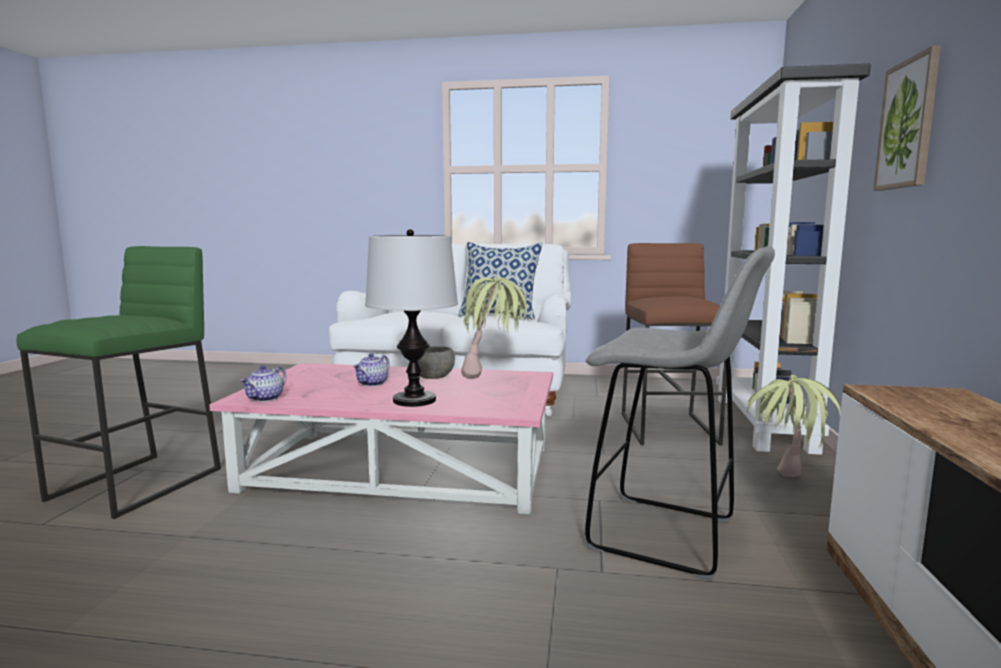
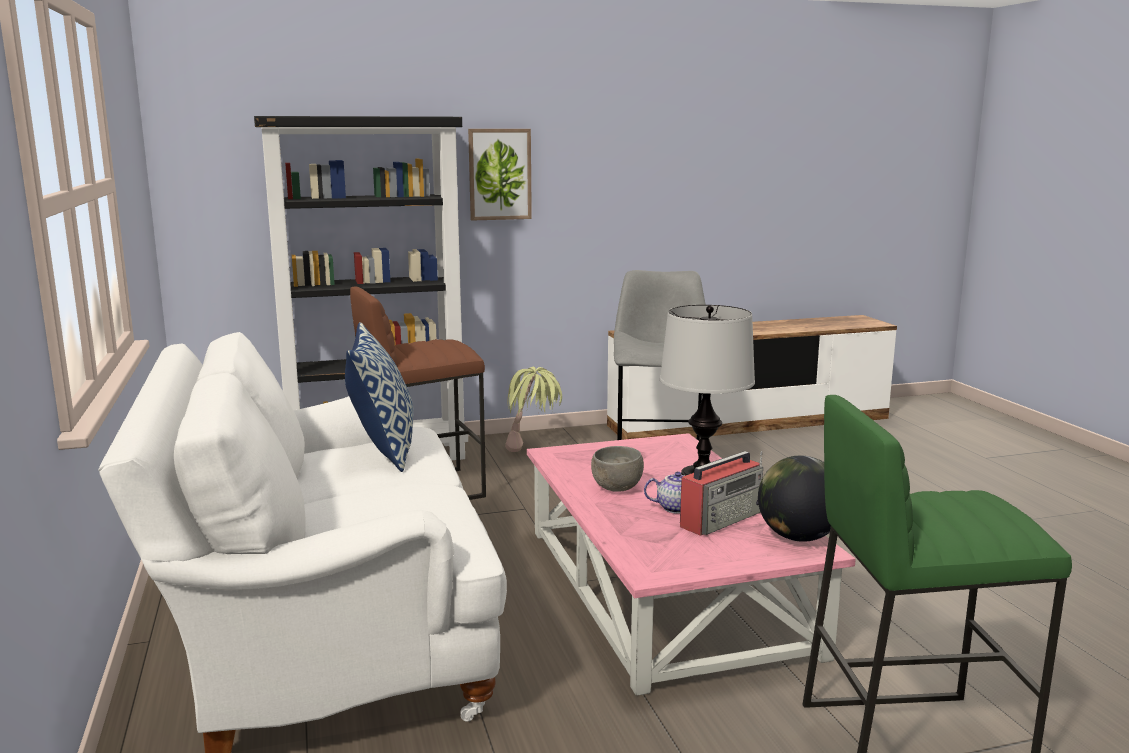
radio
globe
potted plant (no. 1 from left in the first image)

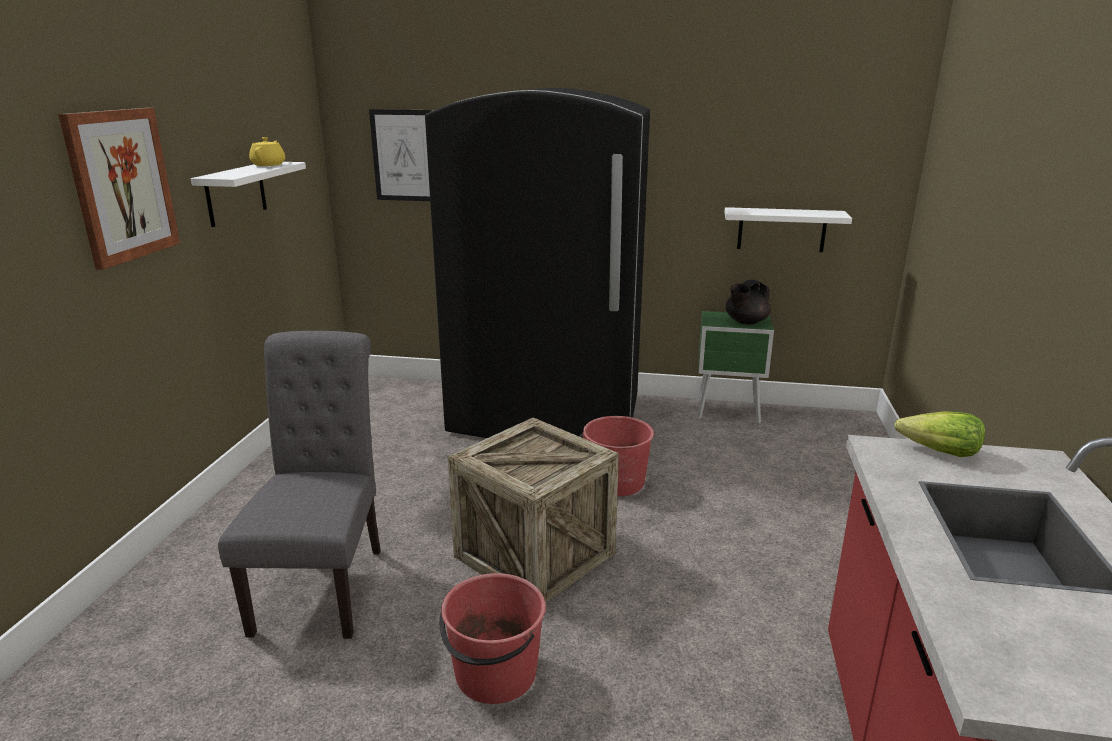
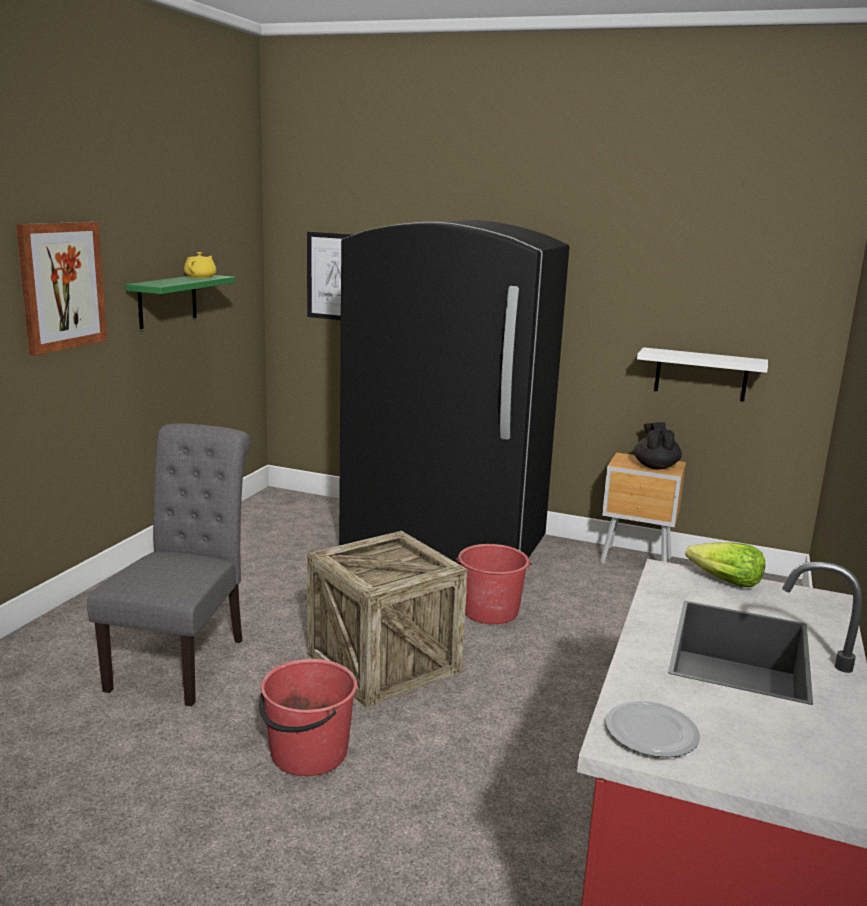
green shelf
brown nightstand
plate
black teapot

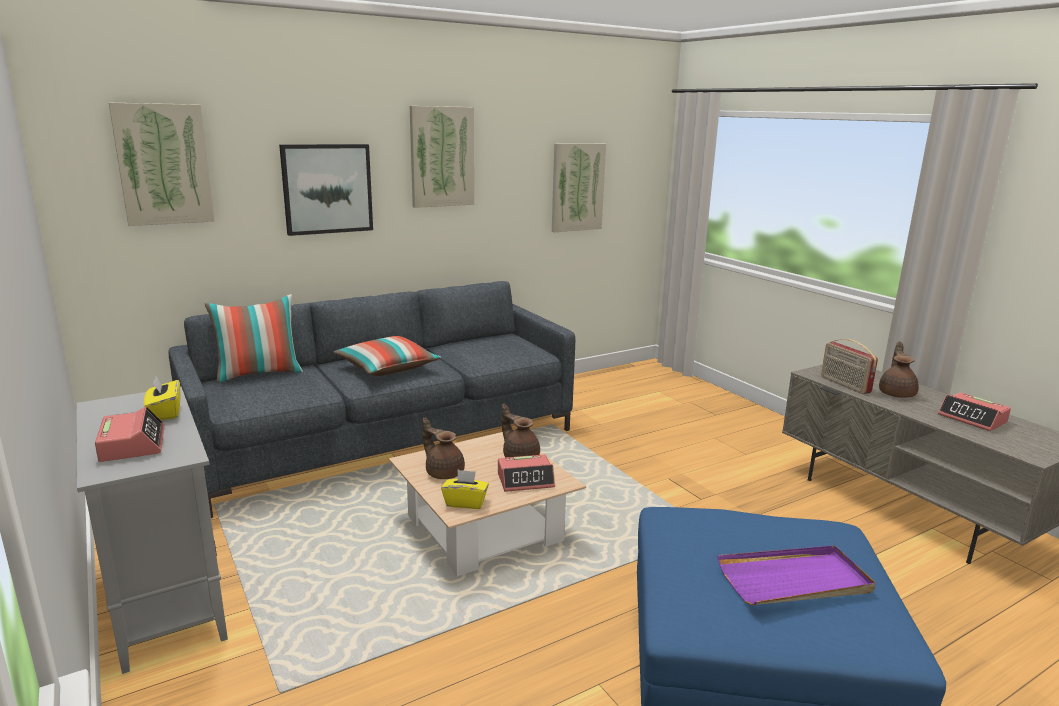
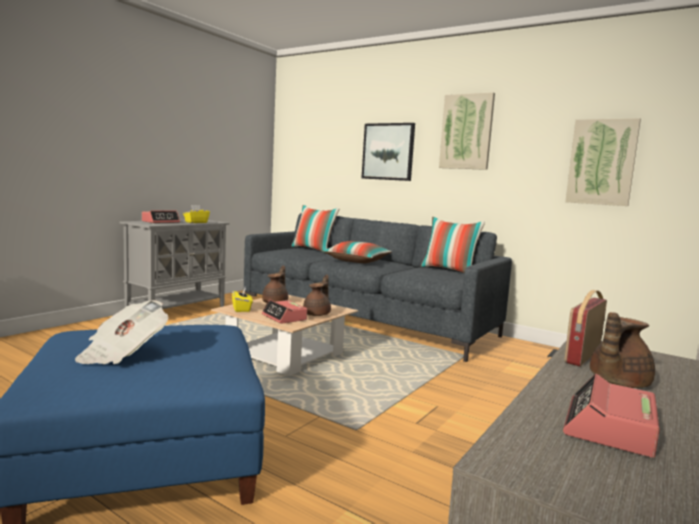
newspaper
pillow (no. 3 from left)
brown teapot (no. 3 from left)
picture (no. 1 from left in the first image)

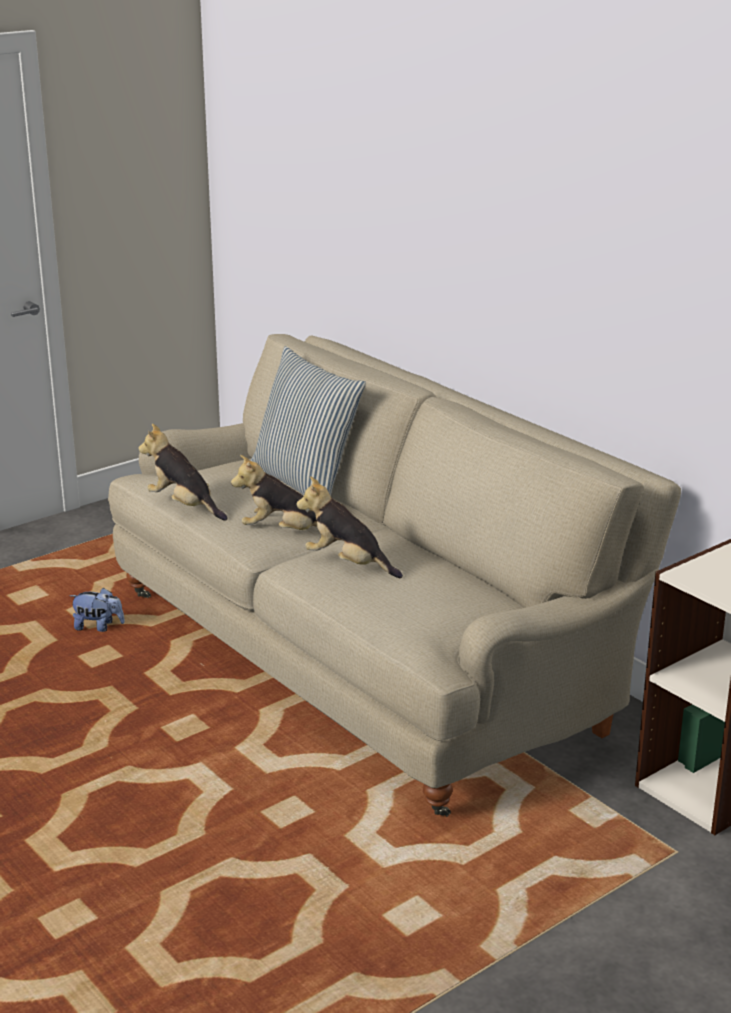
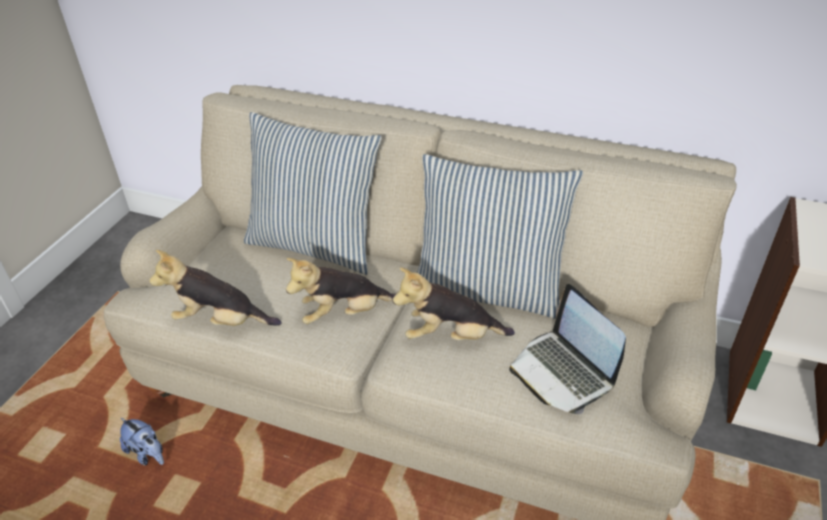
plush toy (no. 1 from left)
pillow (no. 2 from left)
laptop

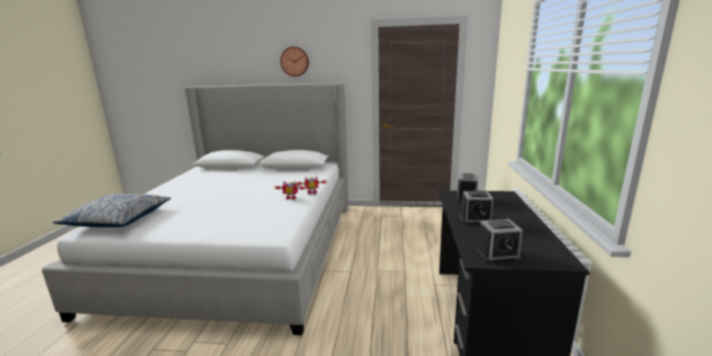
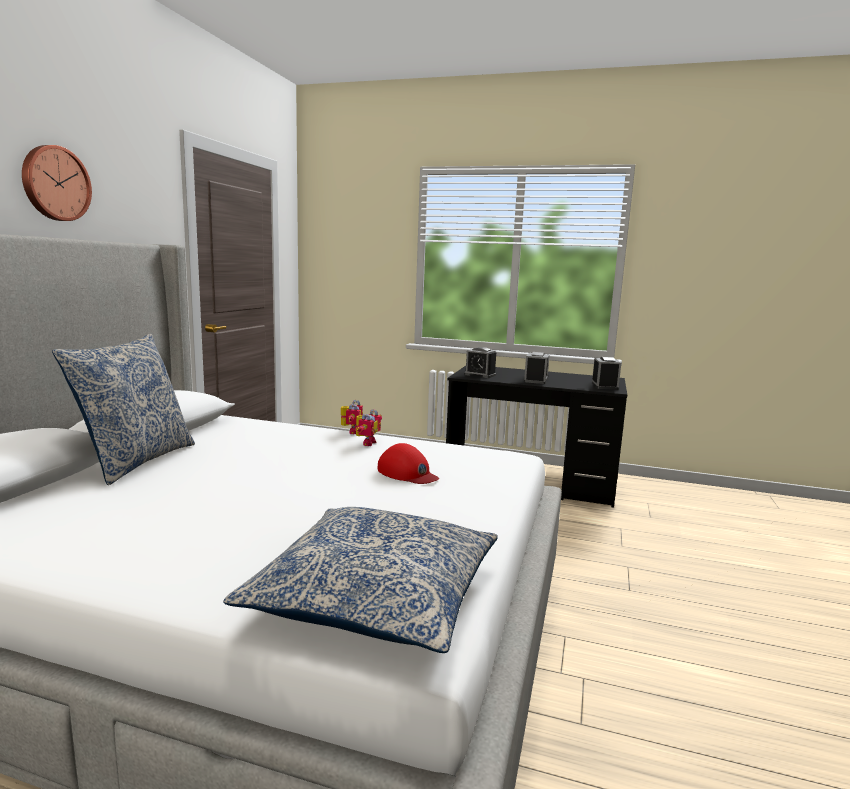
pillow (no. 1 from left)
red cap

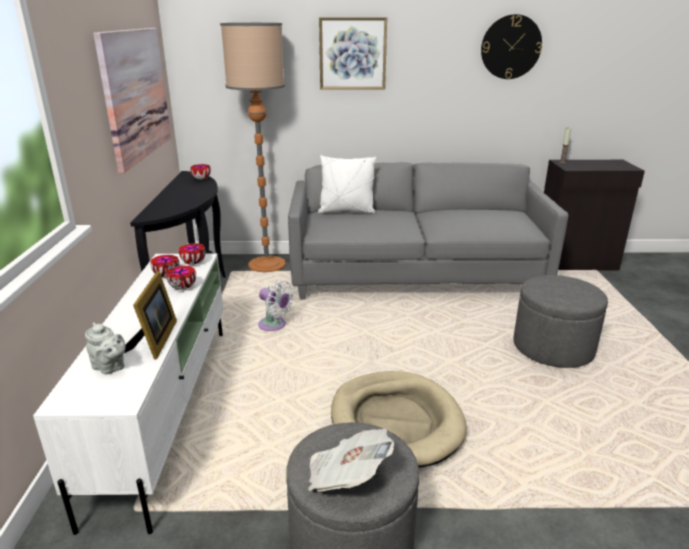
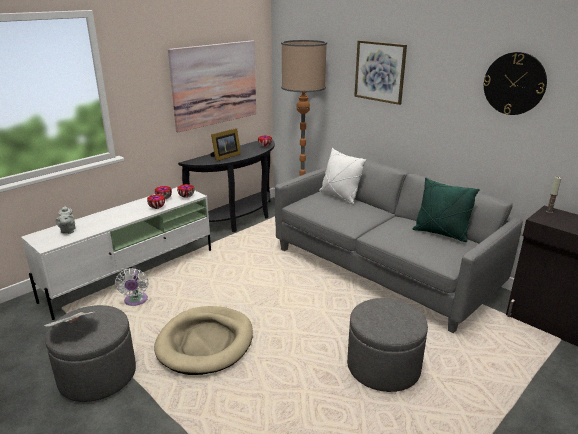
white fan
picture frame
green pillow

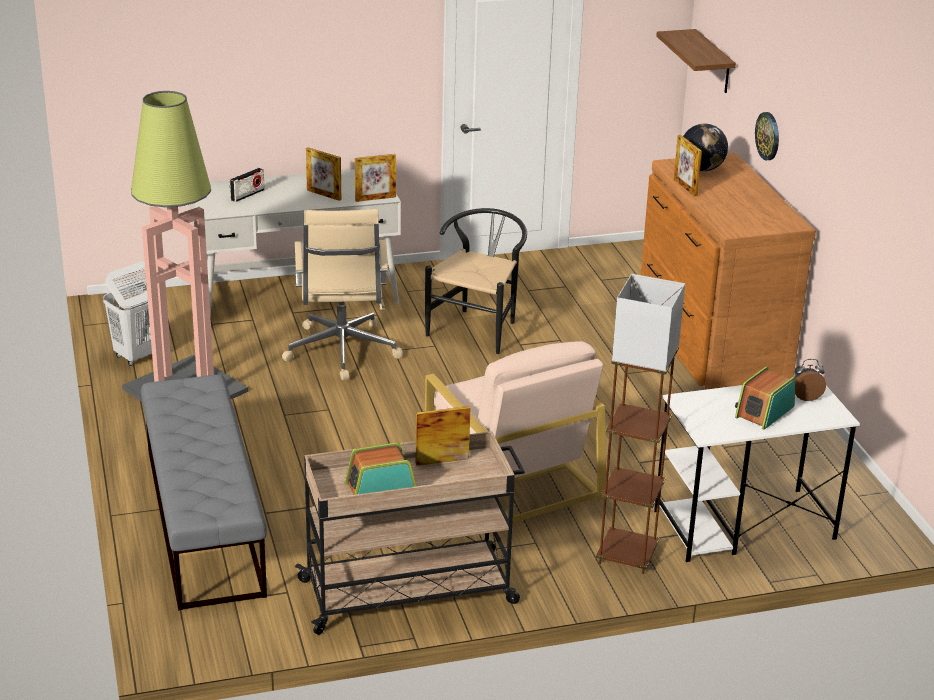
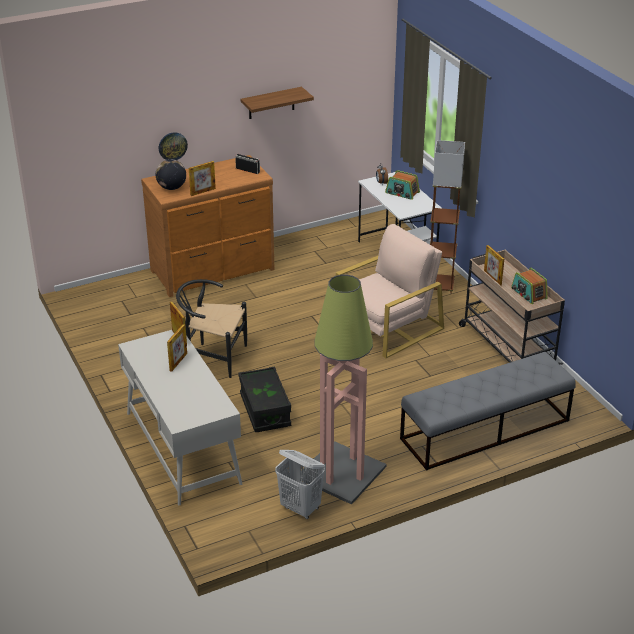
radio (no. 1 from left)
black storage box
shelf

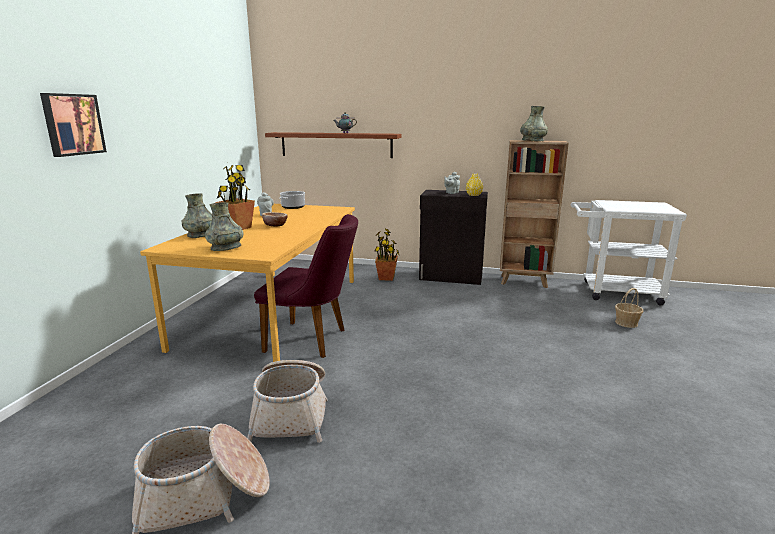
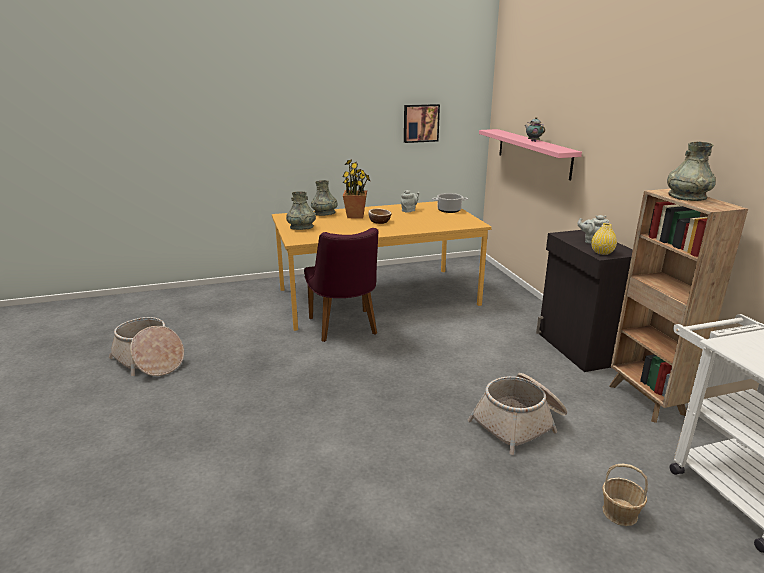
picture
basket (no. 2 from left)
pink shelf
potted plant (no. 2 from left in the first image)

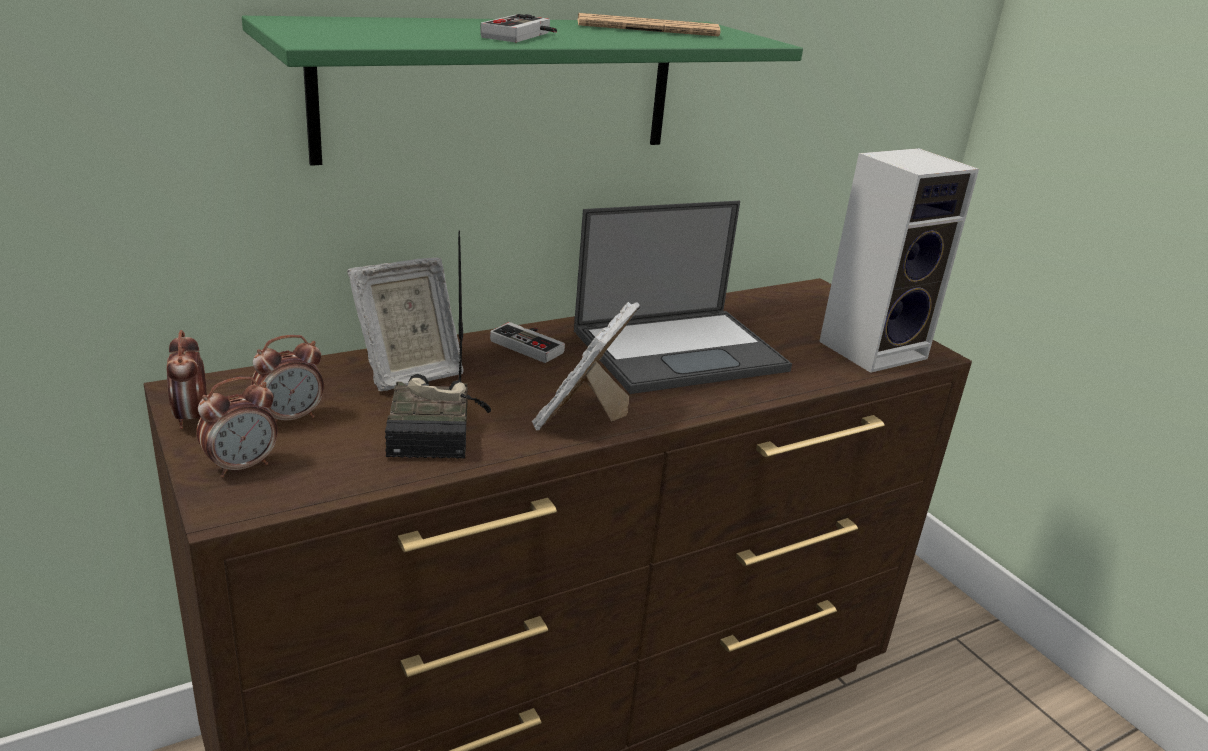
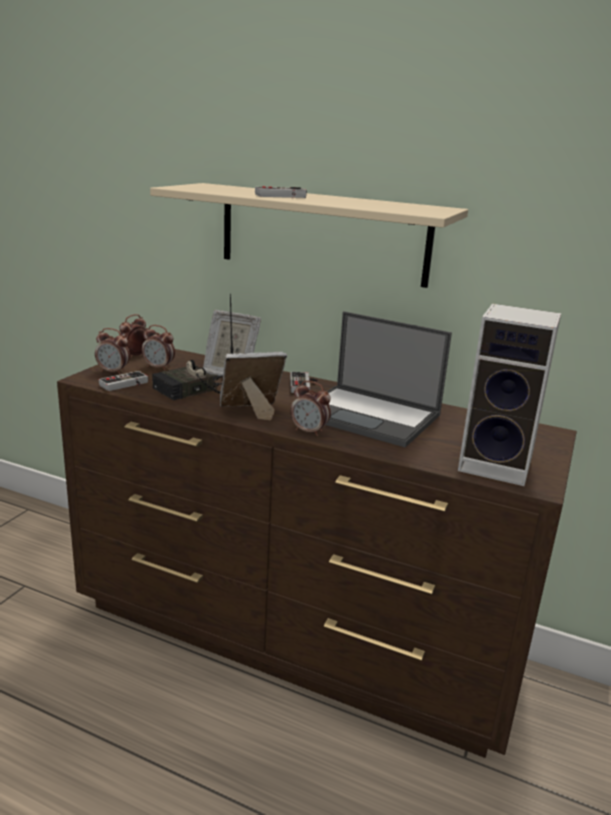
game controller (no. 1 from left)
beige shelf
alarm clock (no. 4 from left)
newspaper

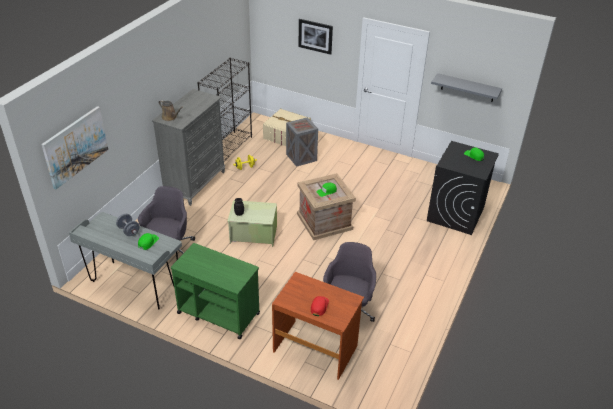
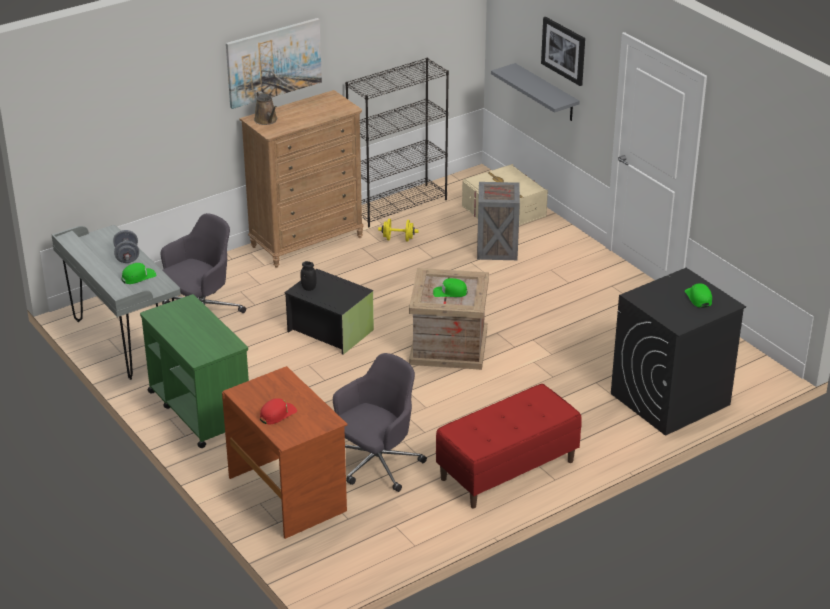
picture (no. 1 from left)
brown dresser
black storage box
red bench
grey shelf

